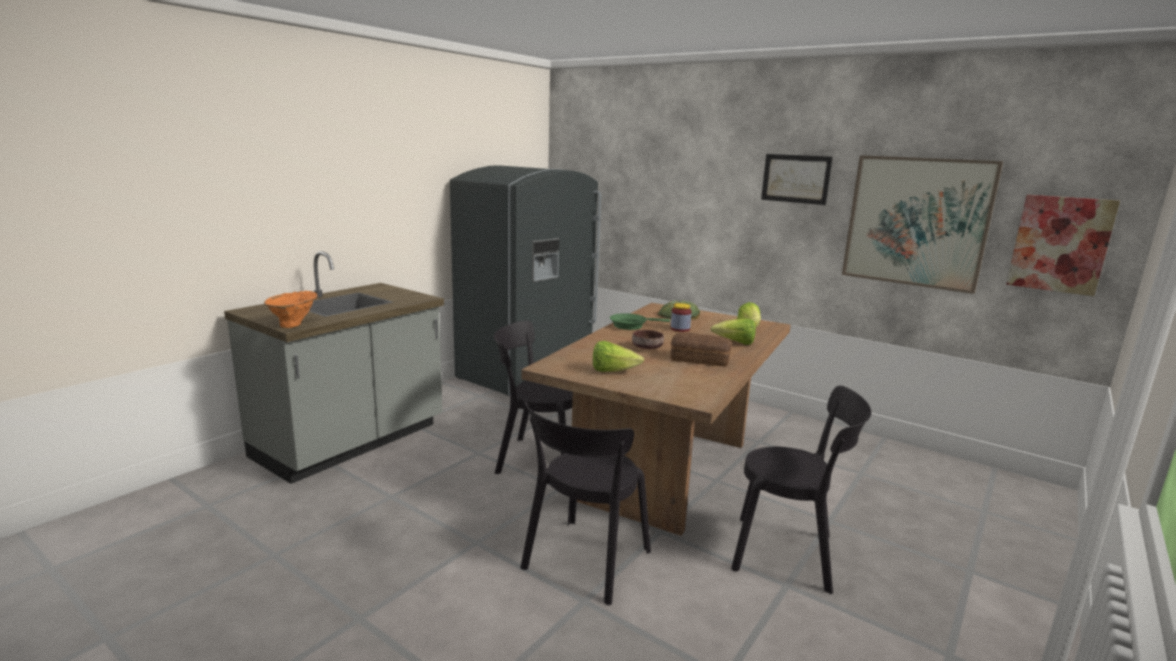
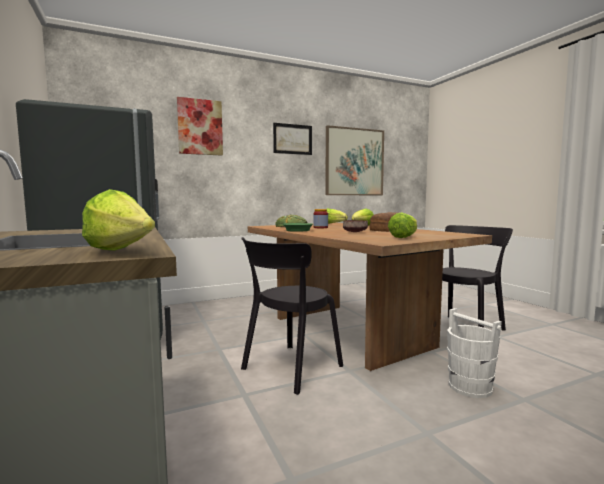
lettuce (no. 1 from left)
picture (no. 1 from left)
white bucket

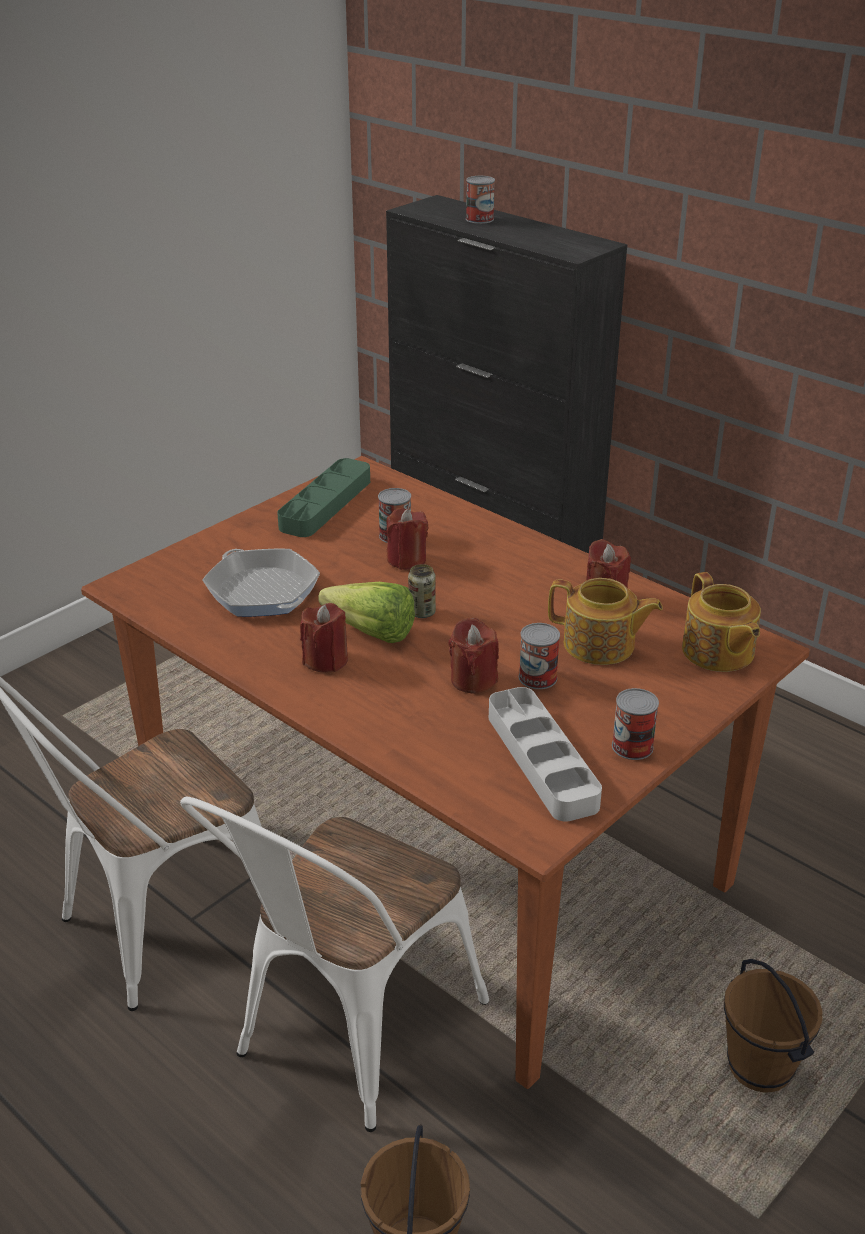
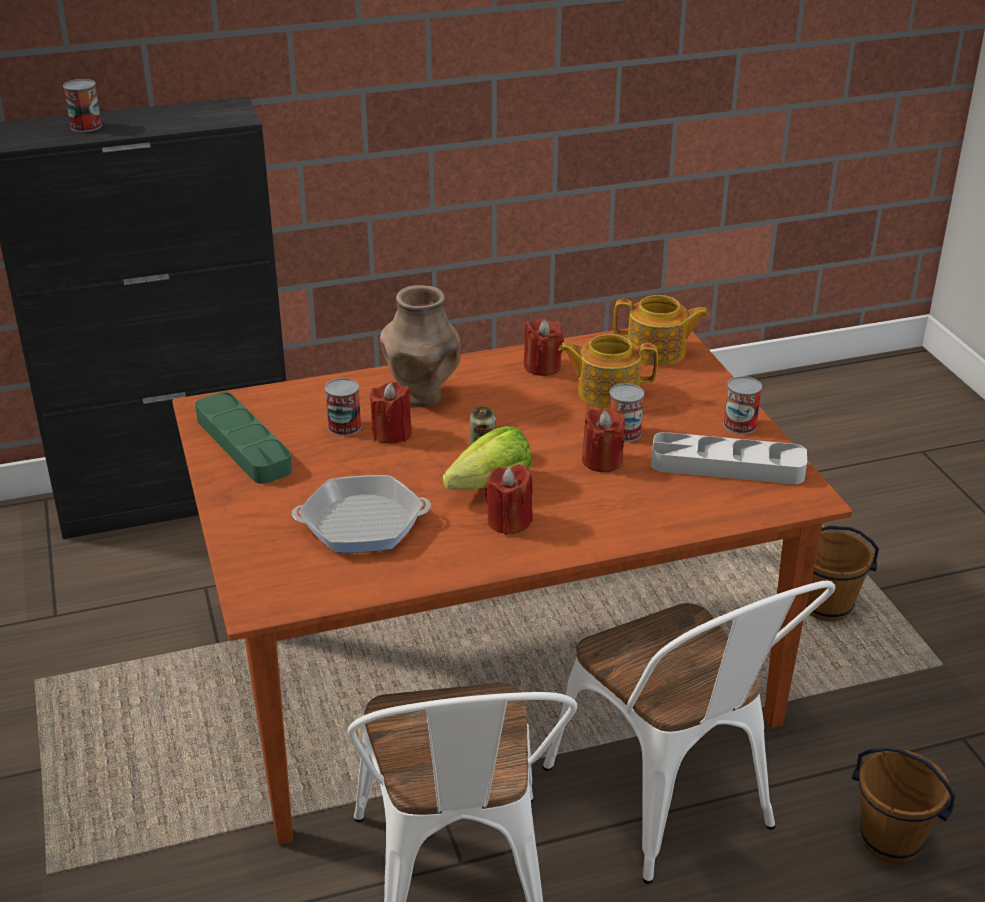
brown vase
teapot (no. 1 from left)

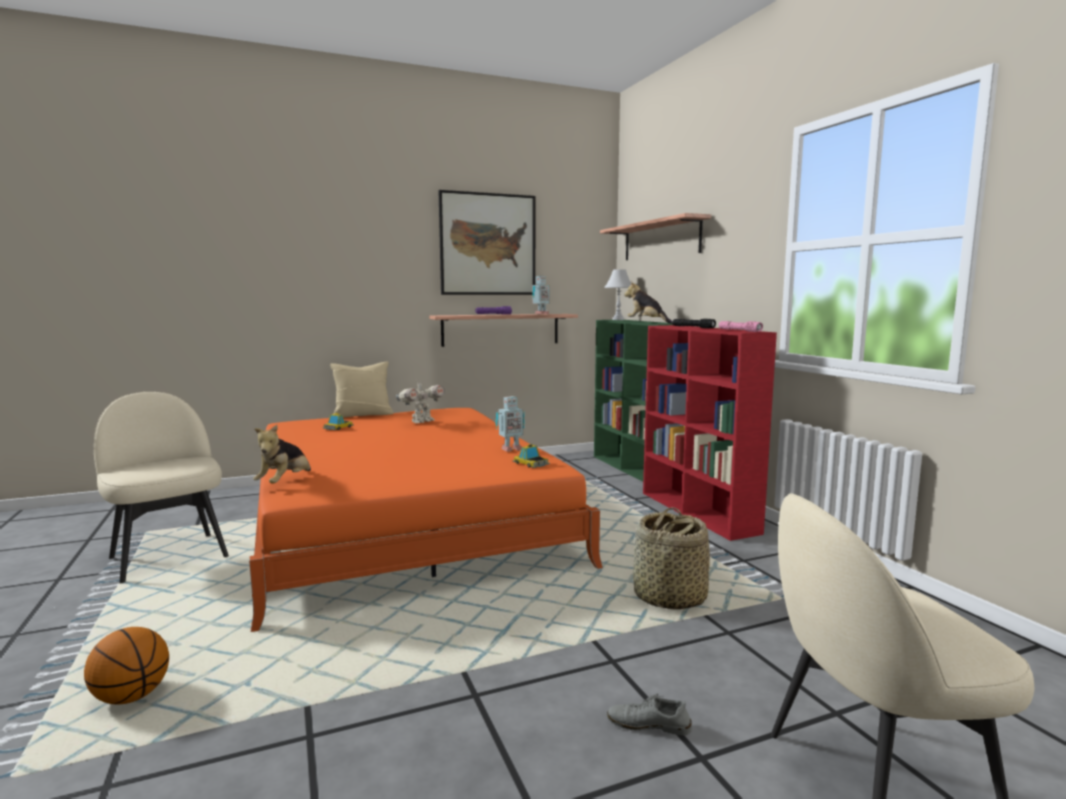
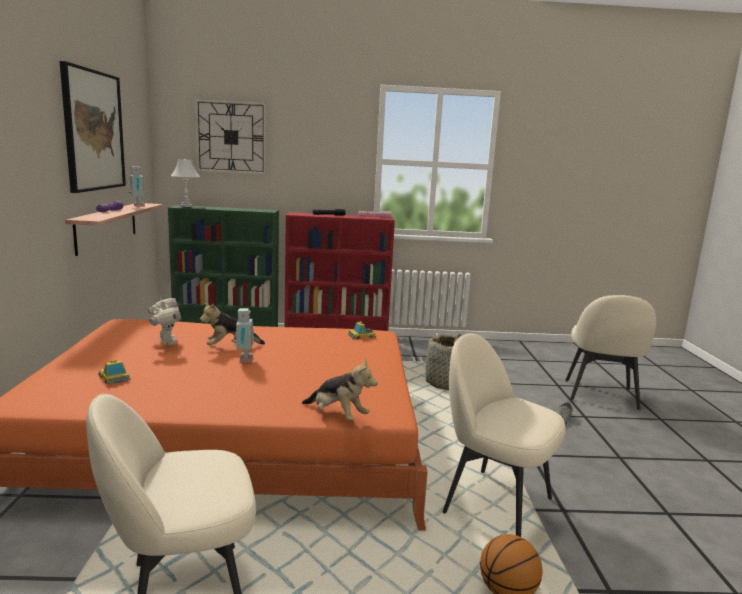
wall clock
plush toy (no. 1 from left)
toy robot (no. 3 from left)
beige chair (no. 2 from left)
beige pillow

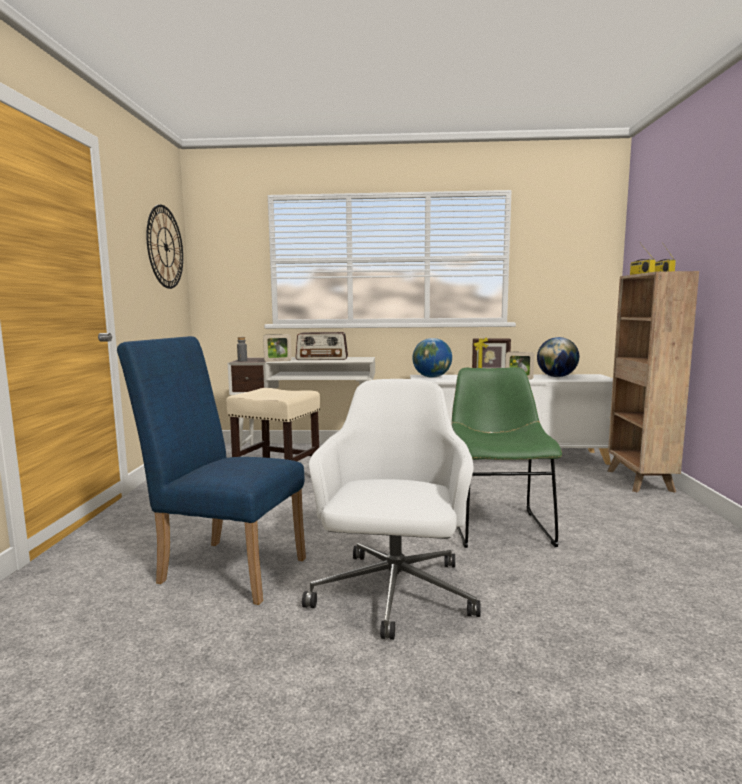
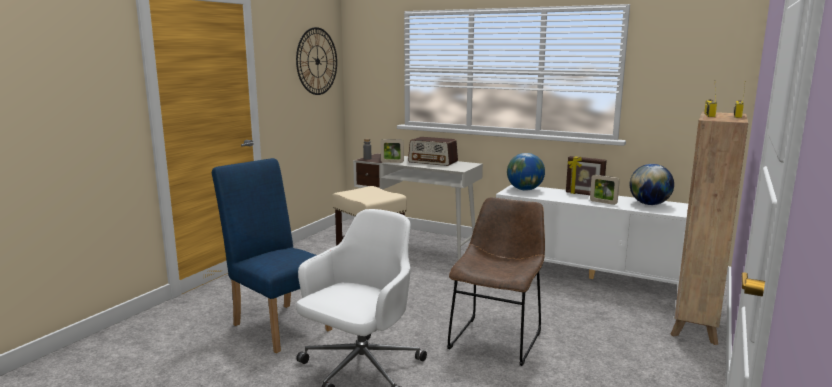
brown chair

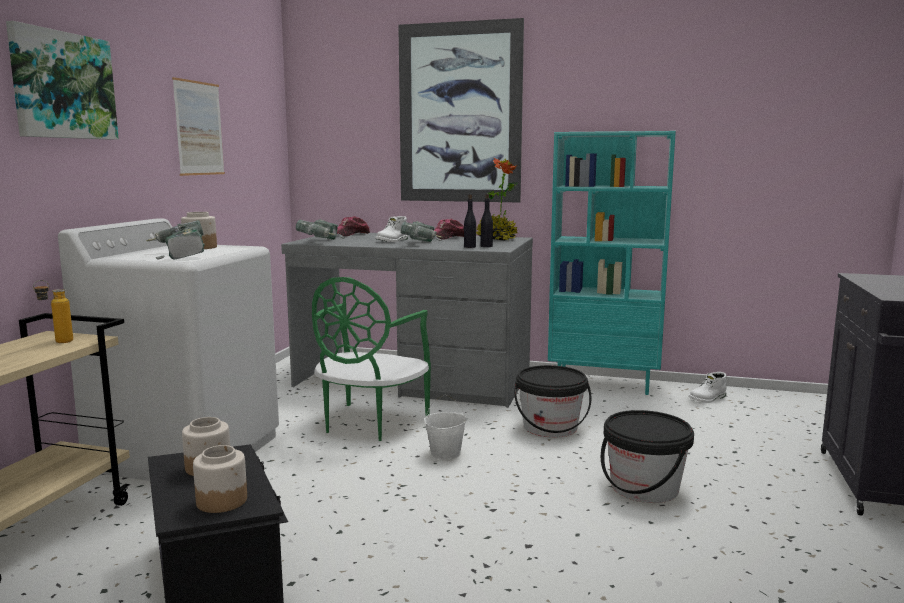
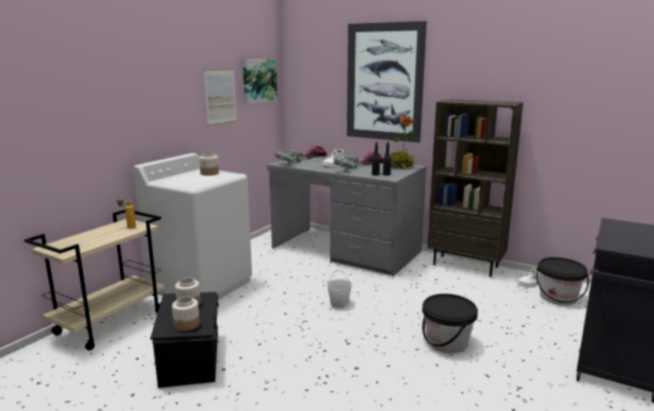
picture (no. 2 from left)
brown bookcase
black bucket (no. 2 from left)
power drill (no. 1 from left in the first image)
green chair

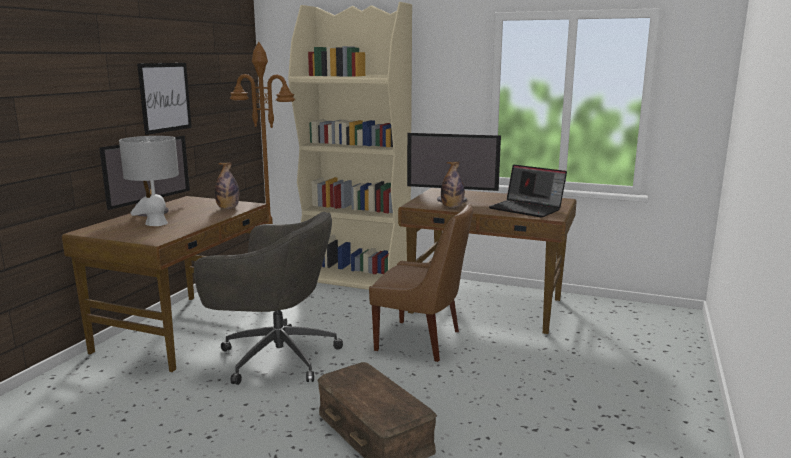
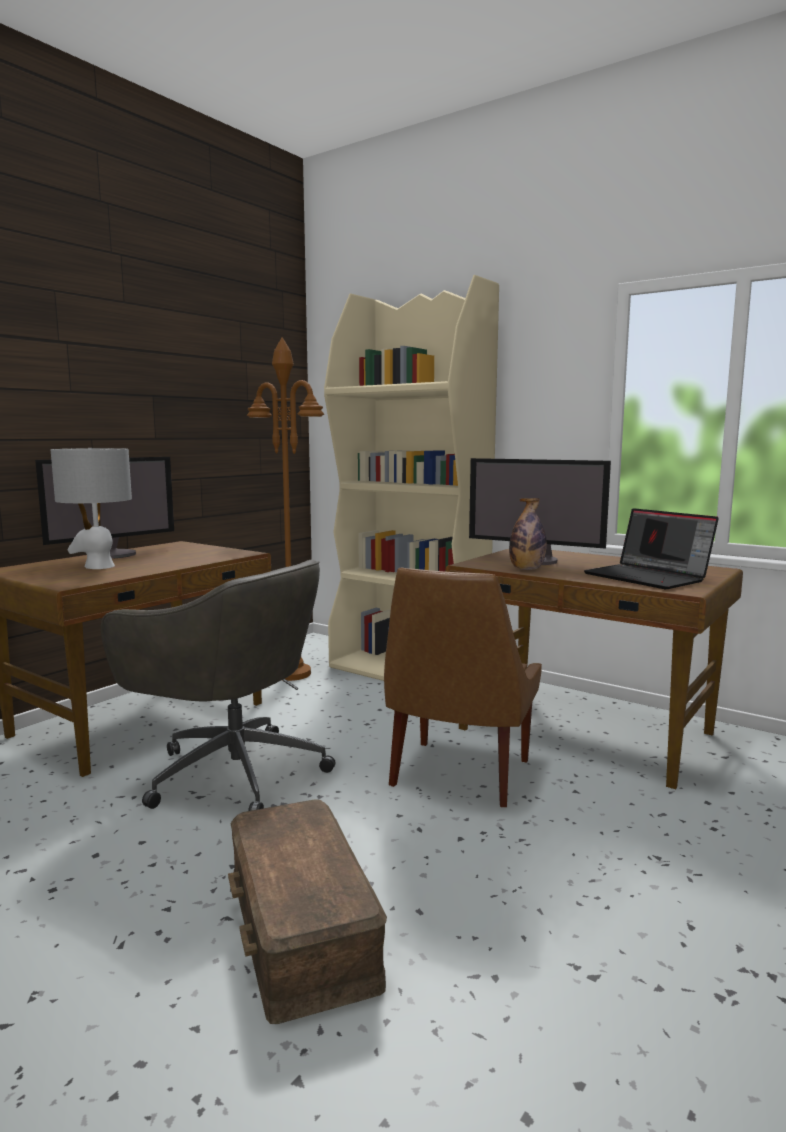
brown chair
picture
bottle (no. 1 from left in the first image)

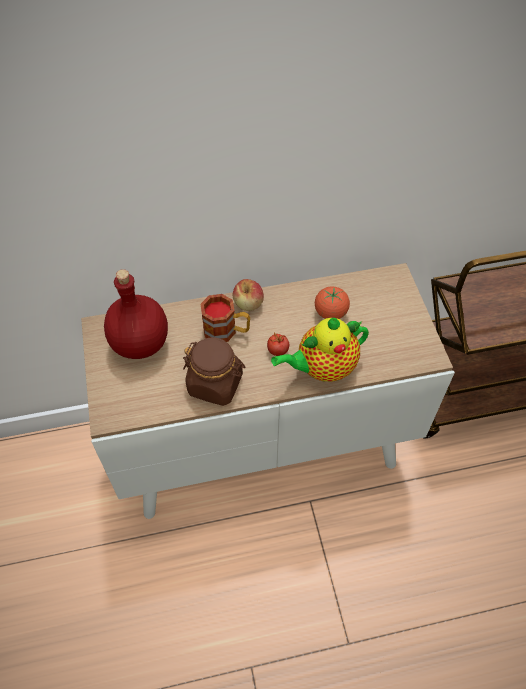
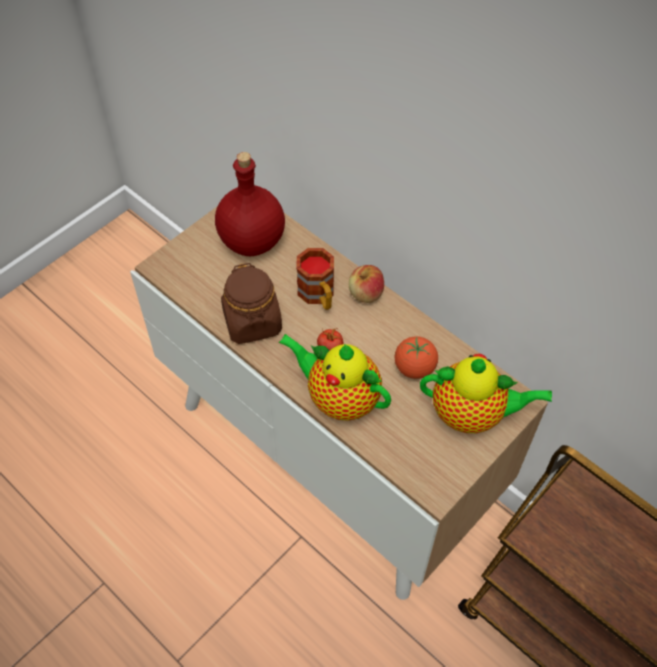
teapot (no. 2 from left)

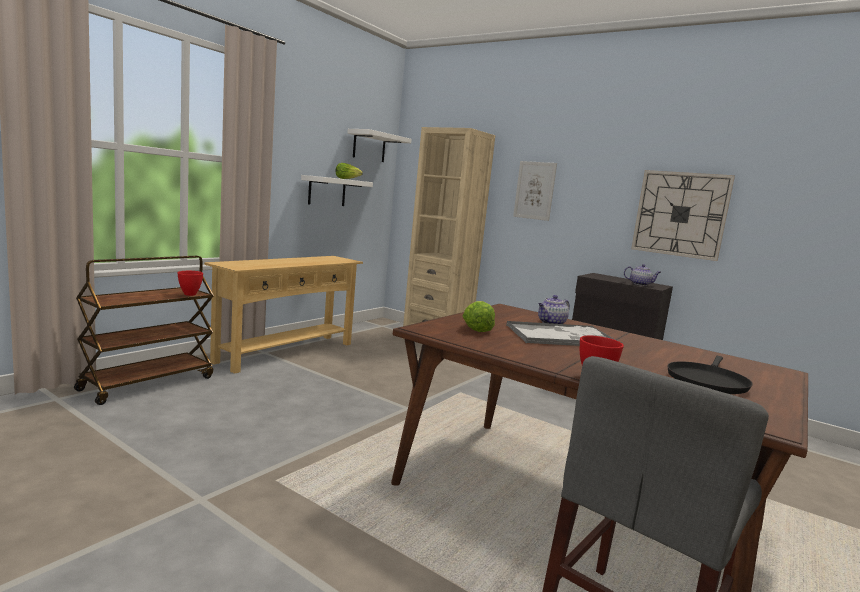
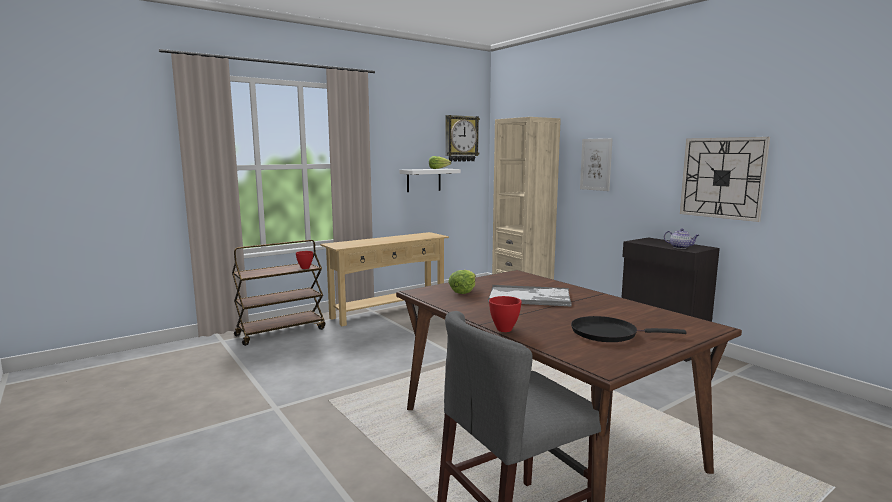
wall clock (no. 1 from left)
black frying pan
teapot (no. 1 from left in the first image)

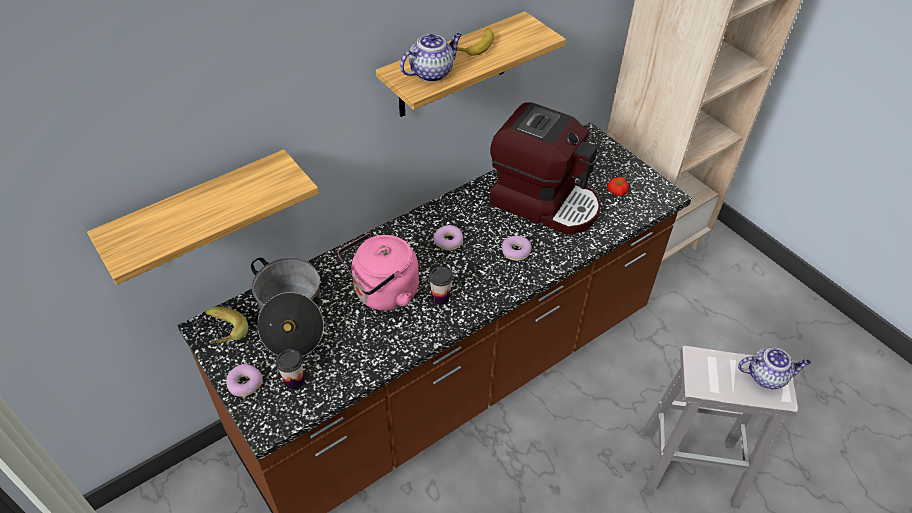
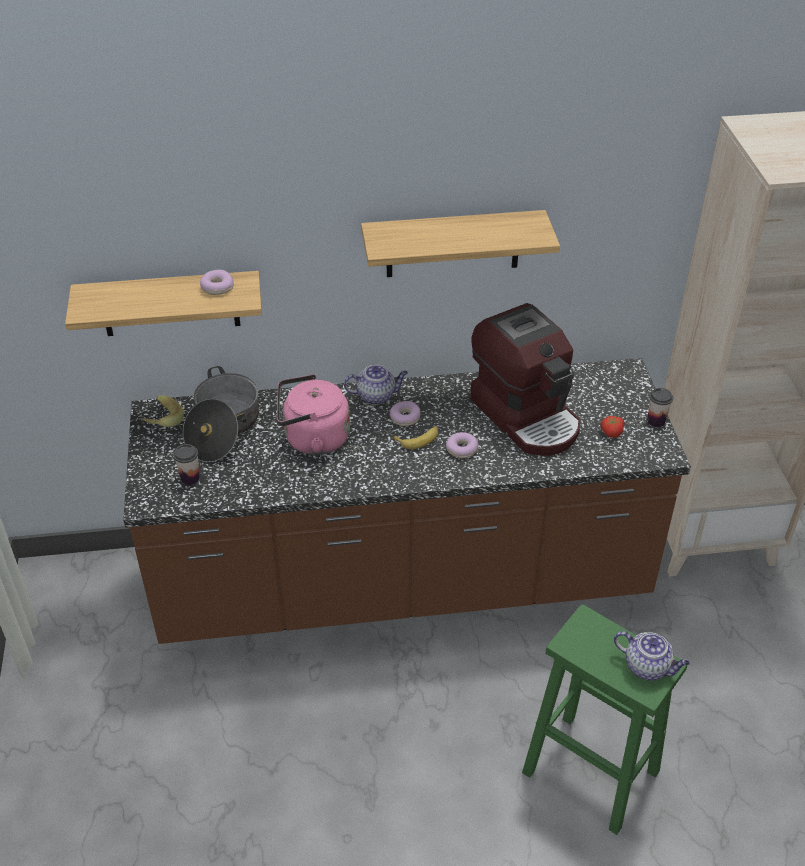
donut (no. 1 from left)
teapot (no. 1 from left)
banana (no. 2 from left)
green stool
cup (no. 2 from left)

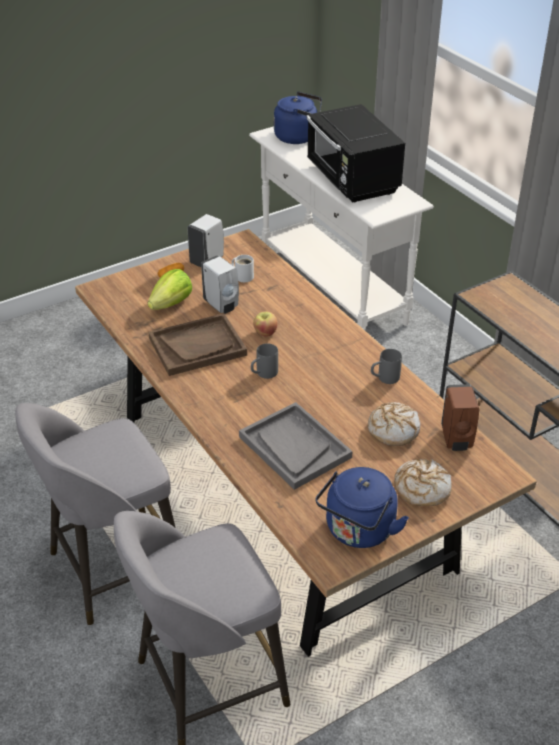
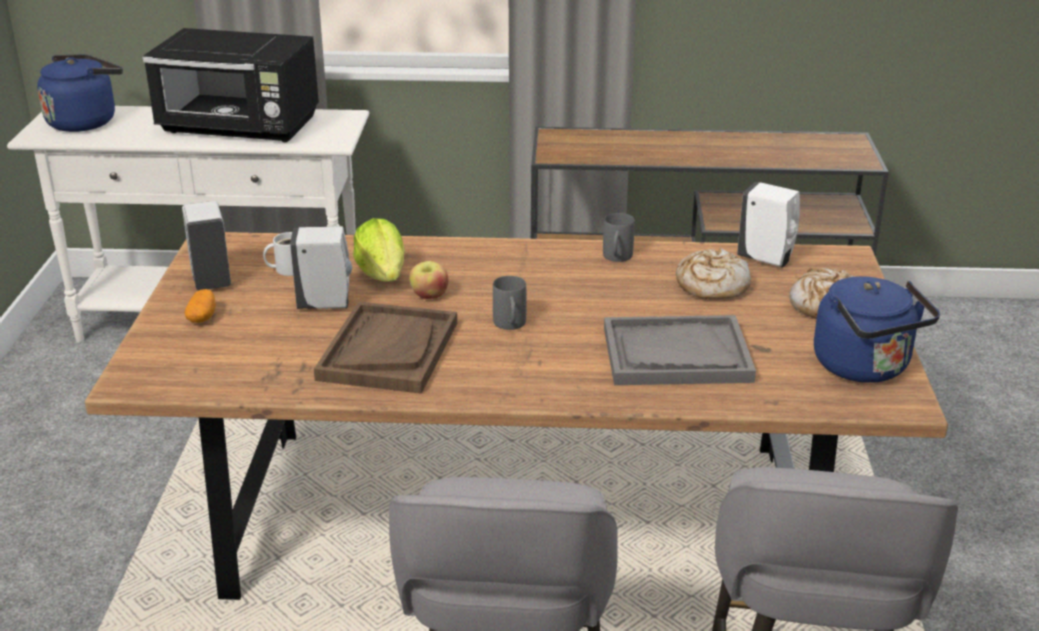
lettuce
white soap dispenser (no. 3 from left)

